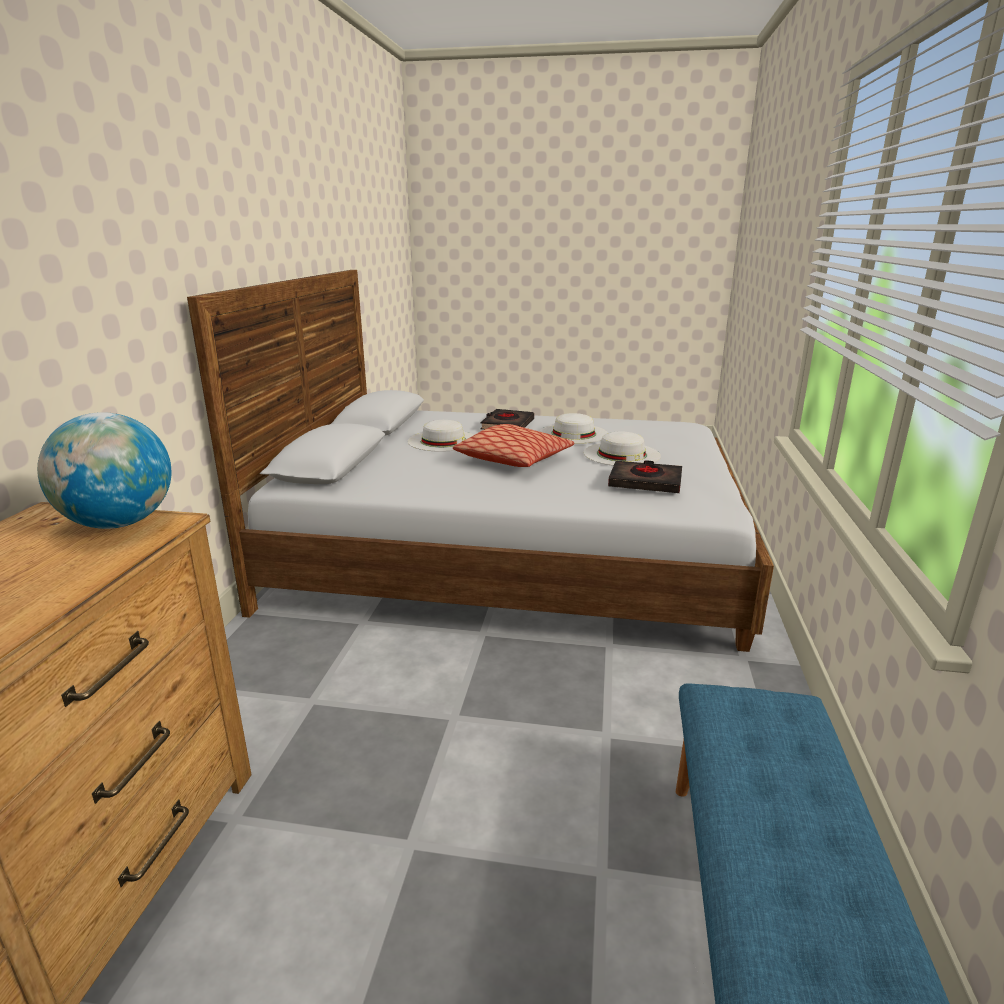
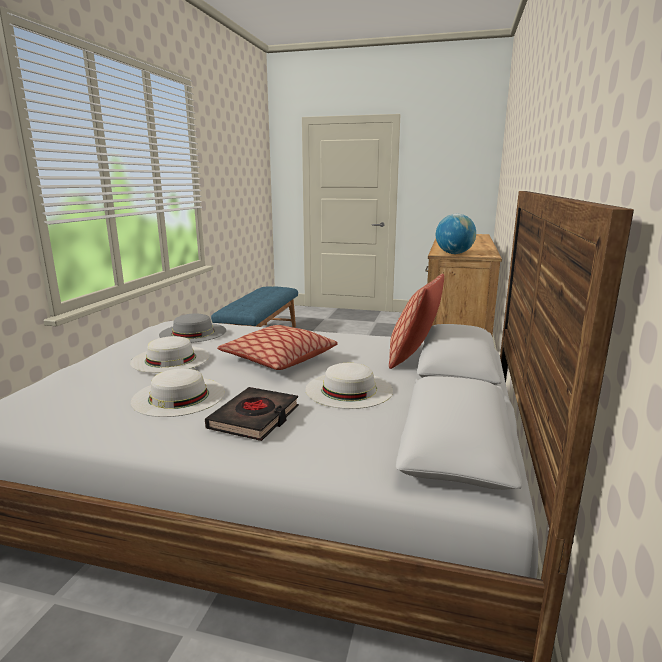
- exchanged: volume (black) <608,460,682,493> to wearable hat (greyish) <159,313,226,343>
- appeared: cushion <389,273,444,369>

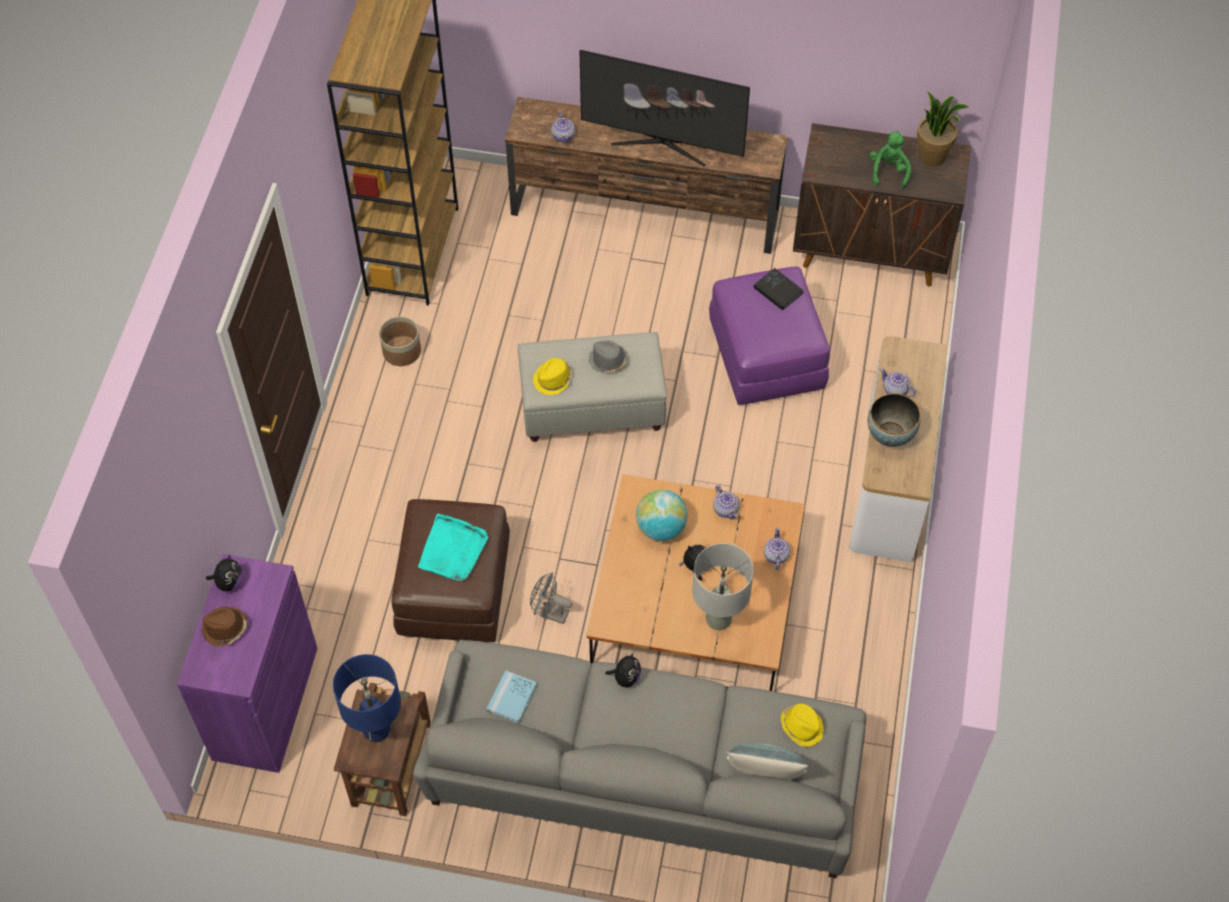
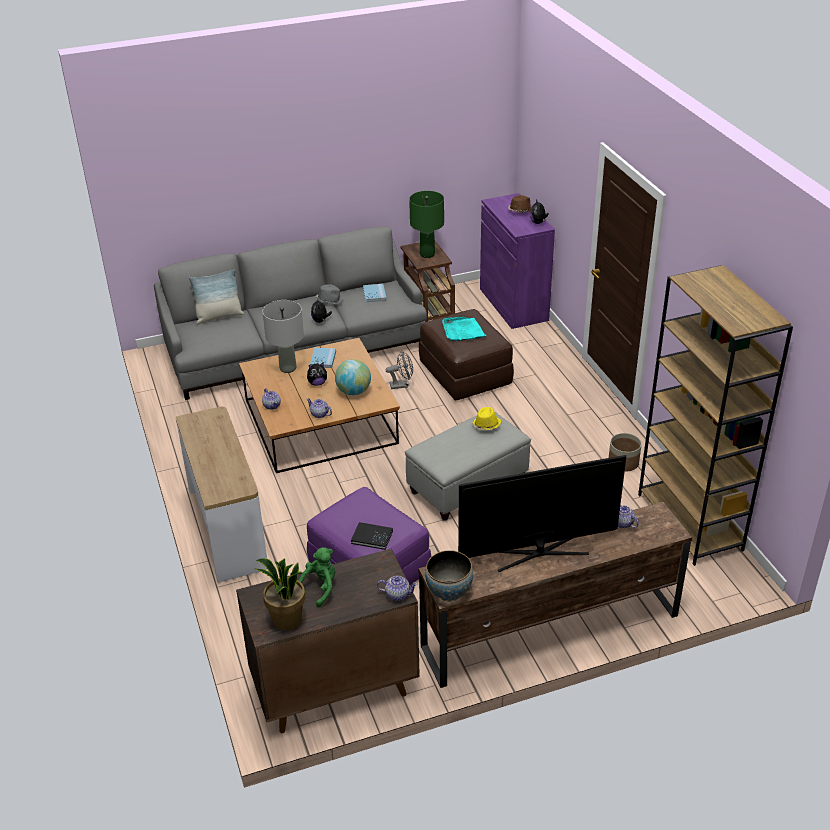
- colour: tabletop lamp (blue) <333,654,401,742> to tabletop lamp (green-coloured) <409,191,444,258>
- relocated: wearable hat (greyish) <589,340,628,373> to <316,284,343,304>
- missing: wearable hat (yellowish) <781,704,824,747>
- relocated: bowl <868,393,921,447> to <425,550,473,601>
- spun: plush toy (green-coloured) <869,131,911,189> = <299,547,335,607> 120 degrees counterclockwise
- relocated: pot for tea <880,368,916,397> to <377,576,418,601>
- appeared: volume (blue) <310,348,336,368>

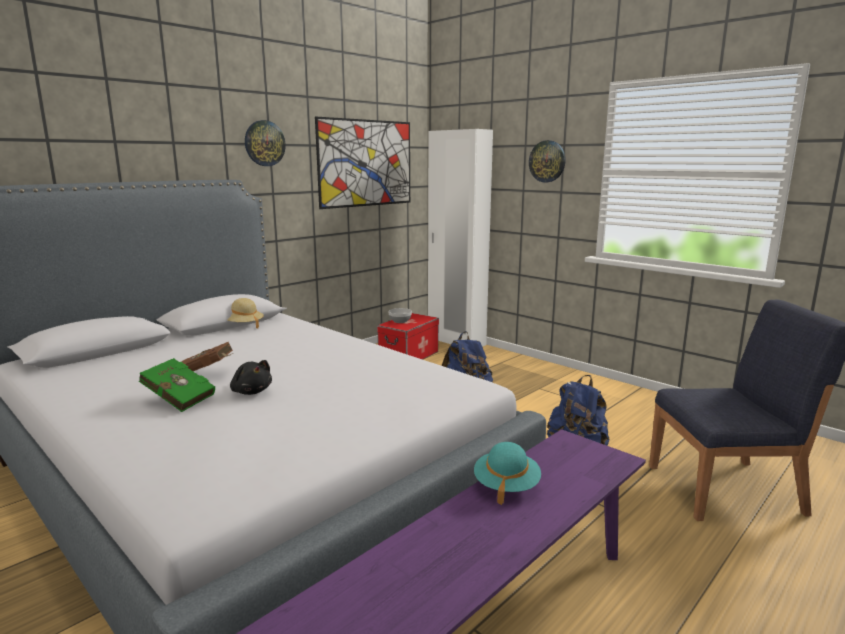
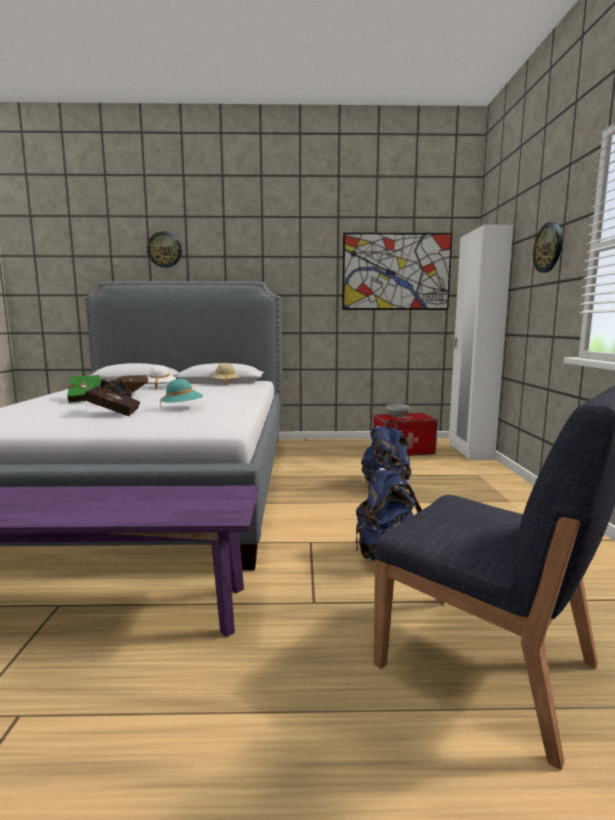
- relocated: hanging clock <245,120,286,166> to <147,232,182,268>
- relocated: wearable hat (turquoise-coloured) <474,442,541,505> to <160,379,203,409>
- appeared: volume (red-coloured) <83,386,140,416>
- appeared: wearable hat (white) <148,365,176,390>

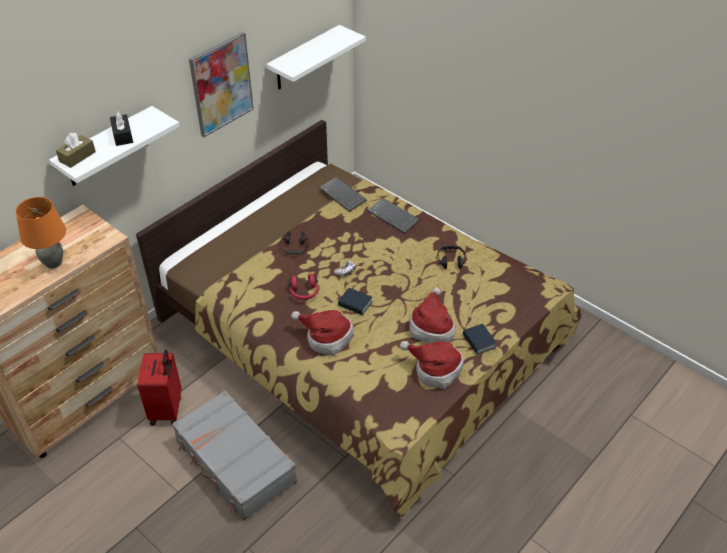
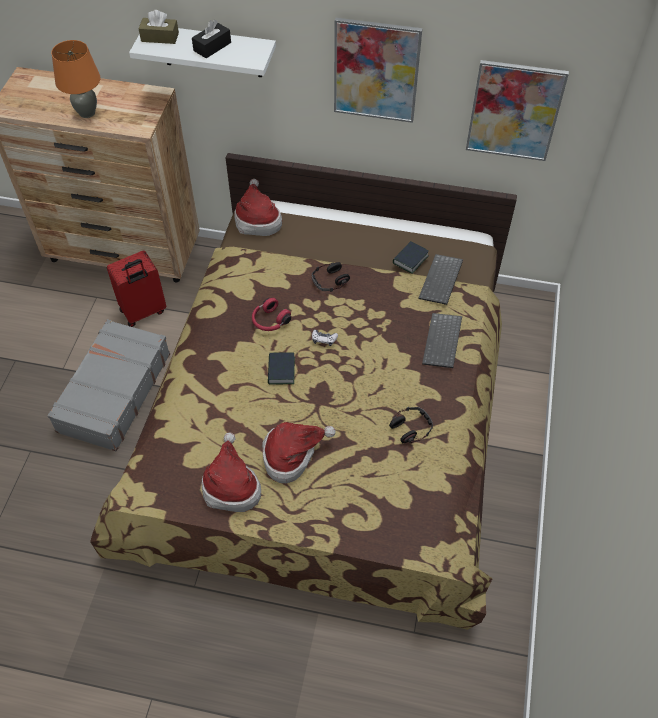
- exchanged: shelf (white) <266,25,366,89> to wall picture <466,60,569,161>
- relocated: wearable hat <291,310,353,355> to <234,179,282,236>
- relocated: volume <463,324,496,355> to <393,241,429,274>

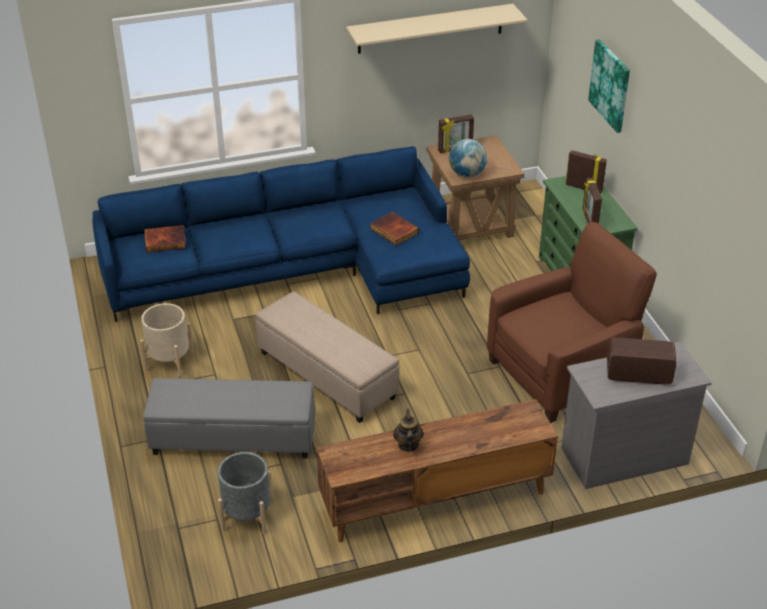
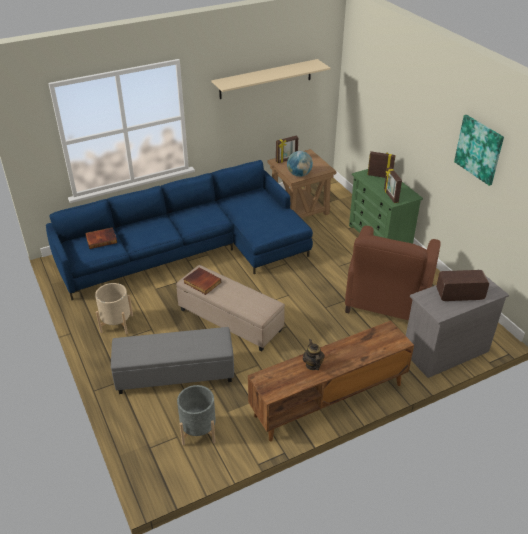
- relocated: volume <370,212,419,245> to <184,268,221,295>
- spun: easy chair (brownish) <487,222,657,423> = <345,226,441,320> 150 degrees clockwise
- relocated: wall picture <588,39,630,133> to <454,115,504,186>

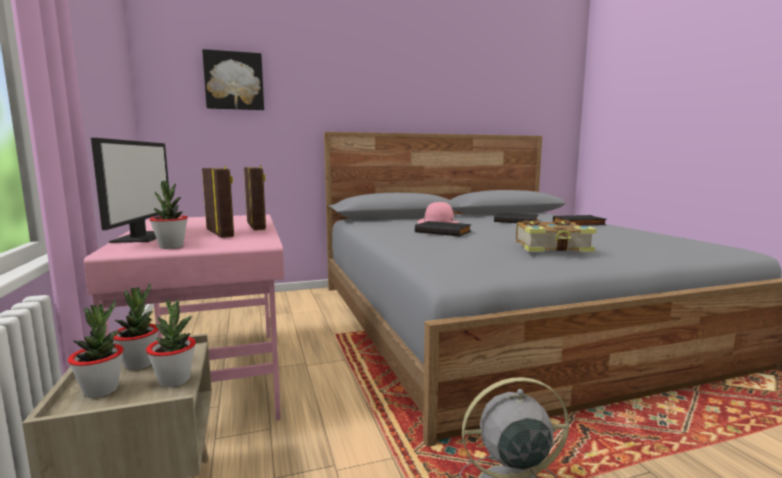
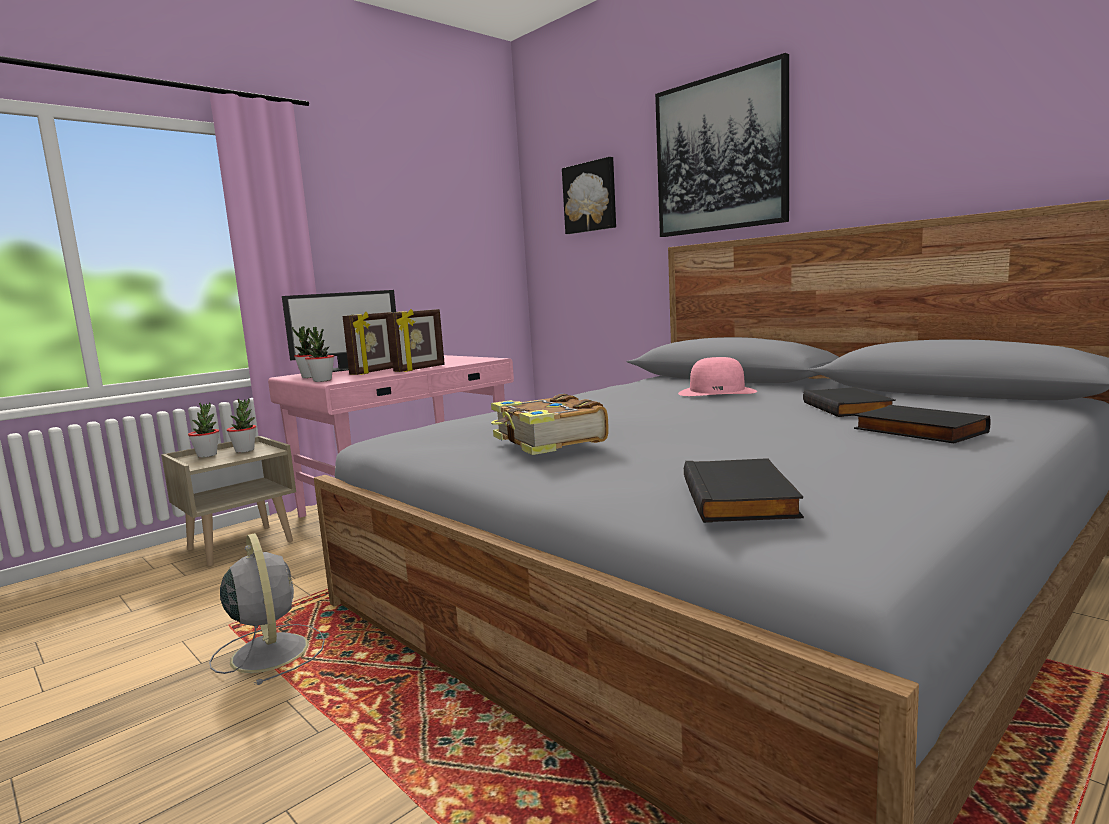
- relocated: houseplant <146,299,196,387> to <305,327,334,382>
- relocated: volume (black) <415,221,472,236> to <684,458,804,523>
- appeared: wall picture <655,53,789,237>

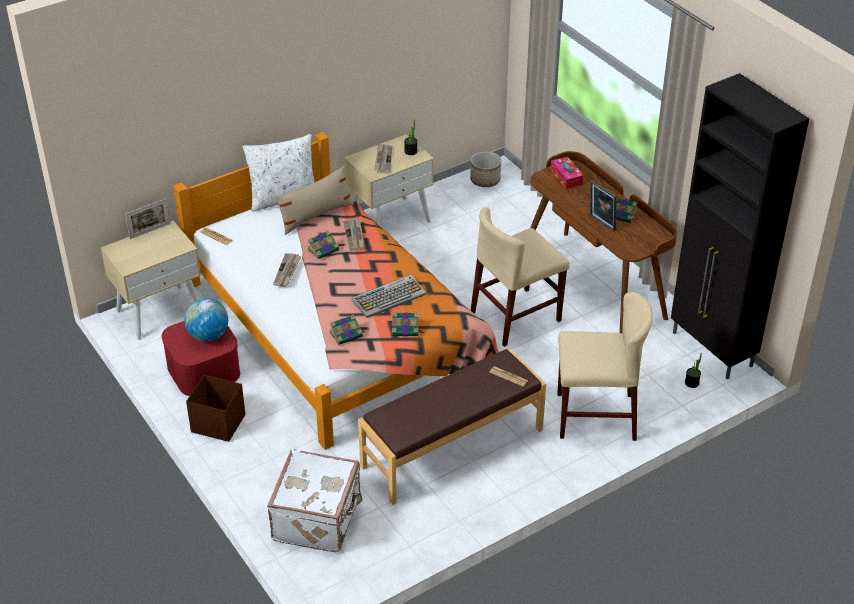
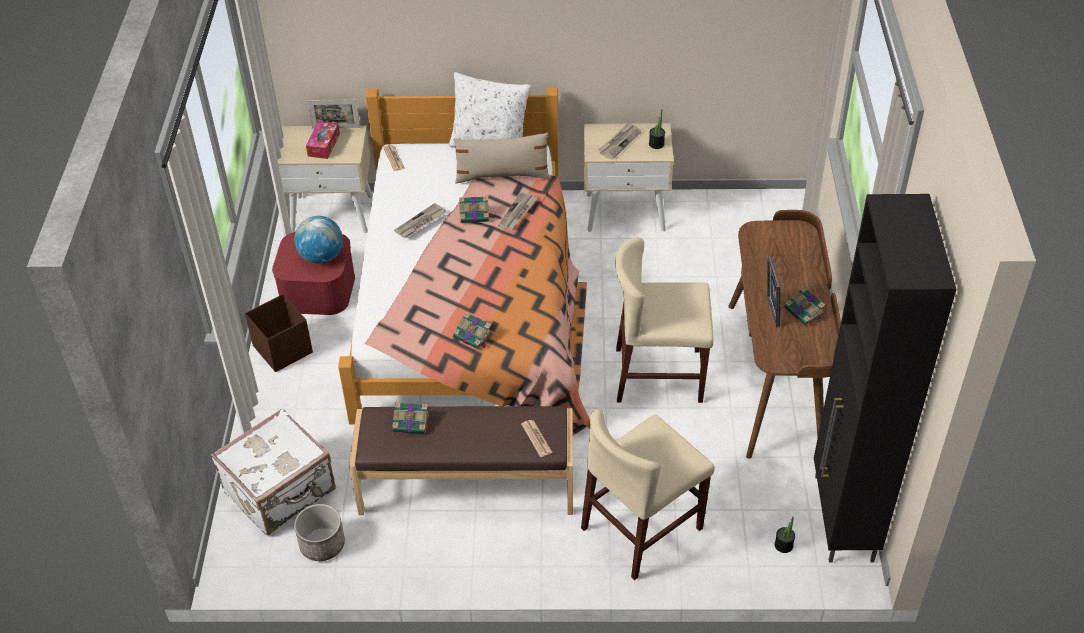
- relocated: volume <329,314,364,345> to <393,402,433,434>
- missing: computer keyboard <352,275,426,318>
- relocated: flower pot <470,151,501,187> to <294,504,345,561>
- relocated: tissue box <551,156,584,189> to <306,121,340,159>
- spun: plain chair (beige-coloured) <557,292,653,441> = <581,409,715,580> 105 degrees clockwise

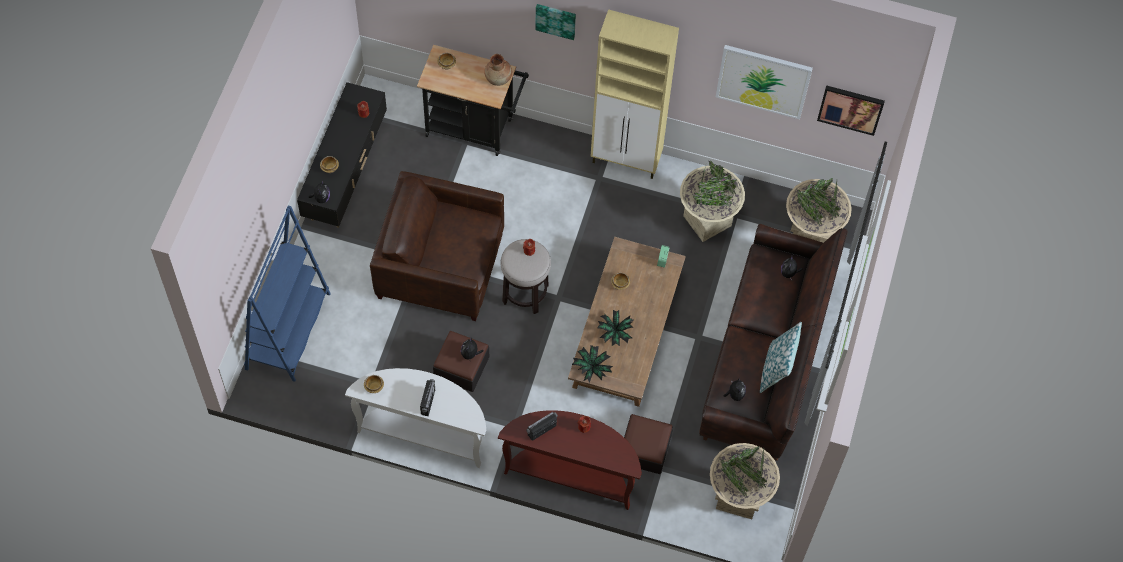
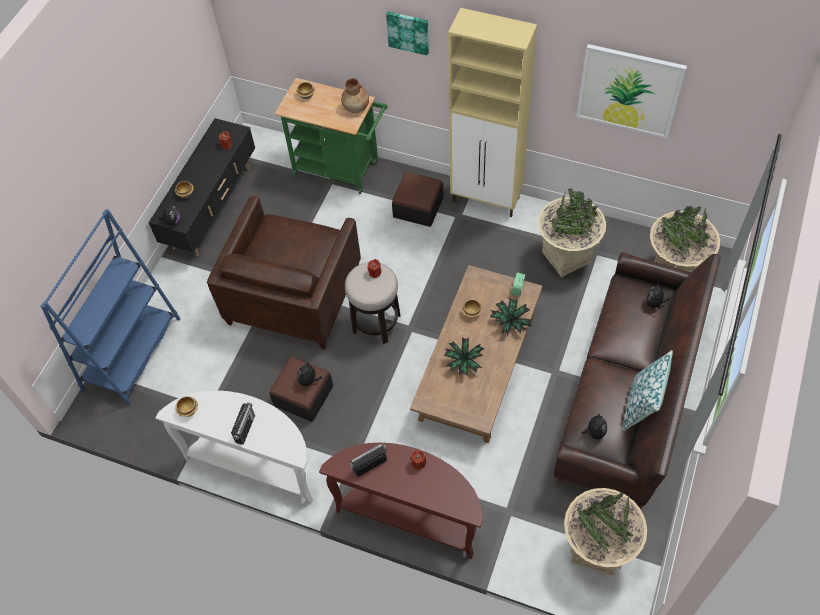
- spun: easy chair (brownish) <370,171,504,321> = <207,196,361,349> 90 degrees counterclockwise
- colour: trolley (black) <417,45,529,156> to trolley (green-coloured) <275,78,388,194>
- relocated: houseplant <572,345,613,383> to <490,298,532,336>
- relocated: ottoman <624,414,673,474> to <392,172,443,227>
- missing: wall picture <817,85,885,136>

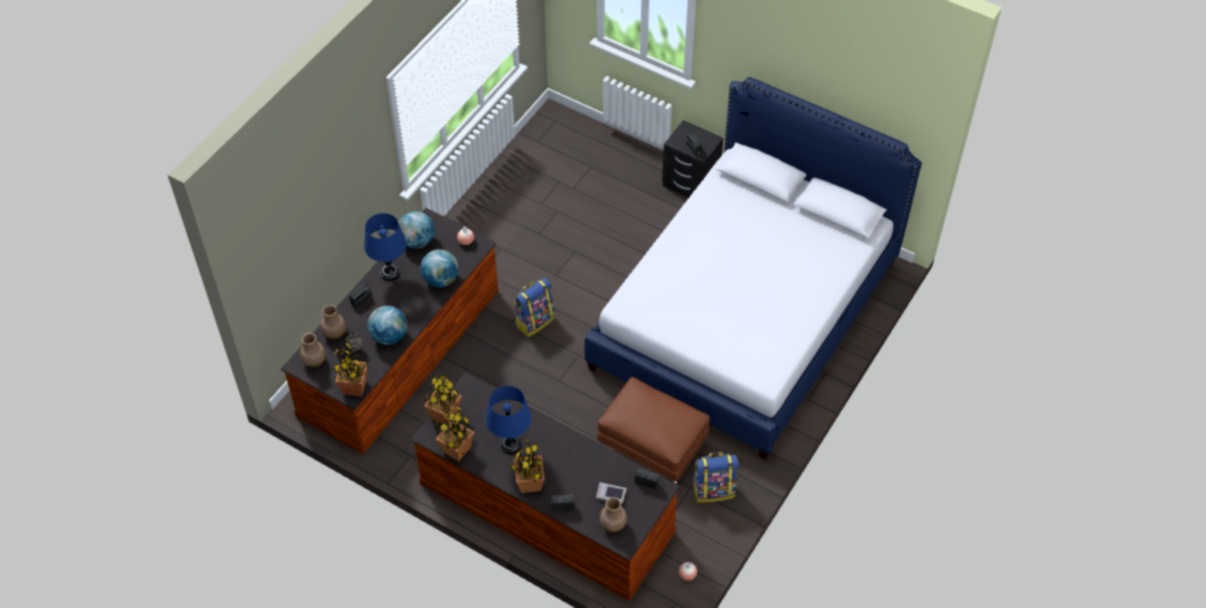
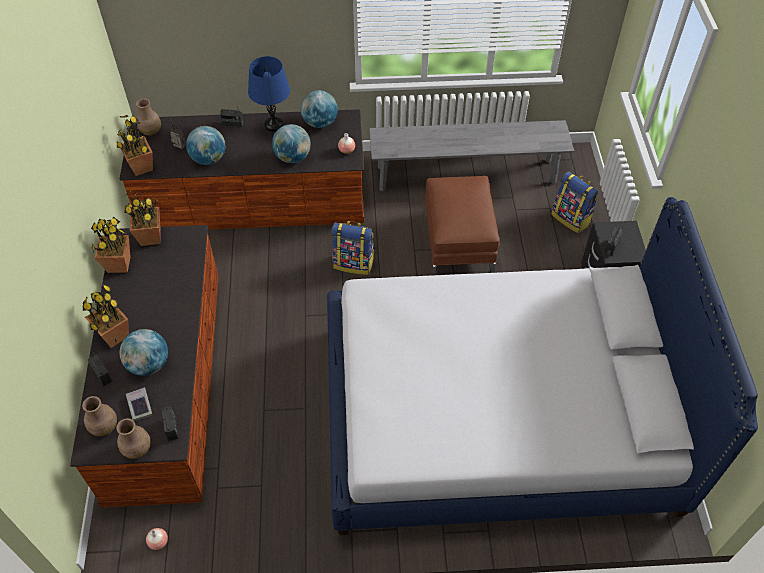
- relocated: flower vase (brownish) <321,305,346,339> to <117,418,151,459>
- missing: tabletop lamp (blue) <486,386,532,454>
- relocated: ottoman (brownish) <597,377,710,484> to <425,176,499,275>
- relocated: backpack <693,452,739,503> to <551,172,598,233>
- appeared: desk globe <120,329,168,376>
- appeared: long seat (greyish) <369,120,574,191>

